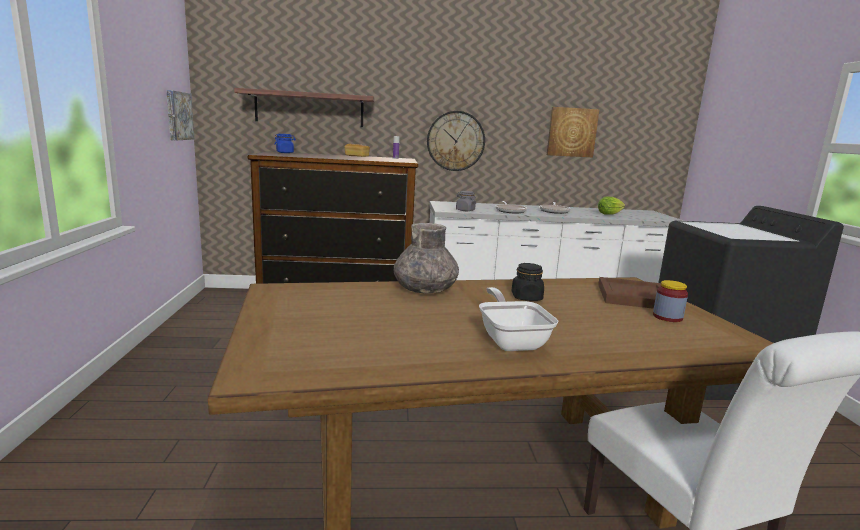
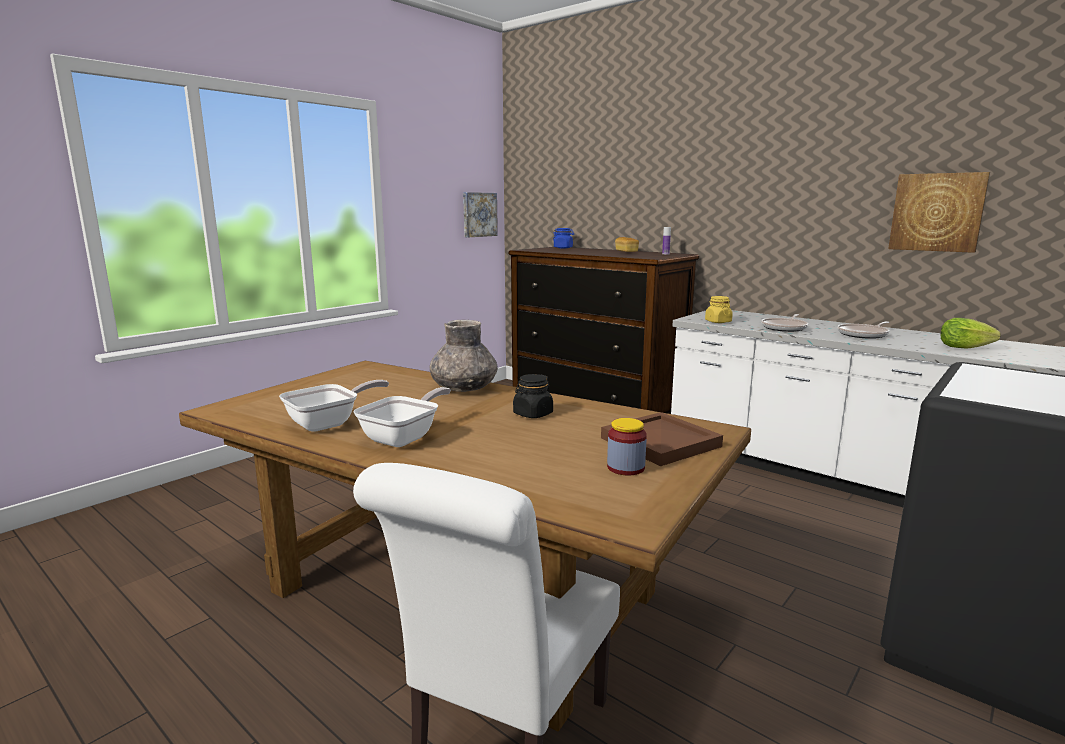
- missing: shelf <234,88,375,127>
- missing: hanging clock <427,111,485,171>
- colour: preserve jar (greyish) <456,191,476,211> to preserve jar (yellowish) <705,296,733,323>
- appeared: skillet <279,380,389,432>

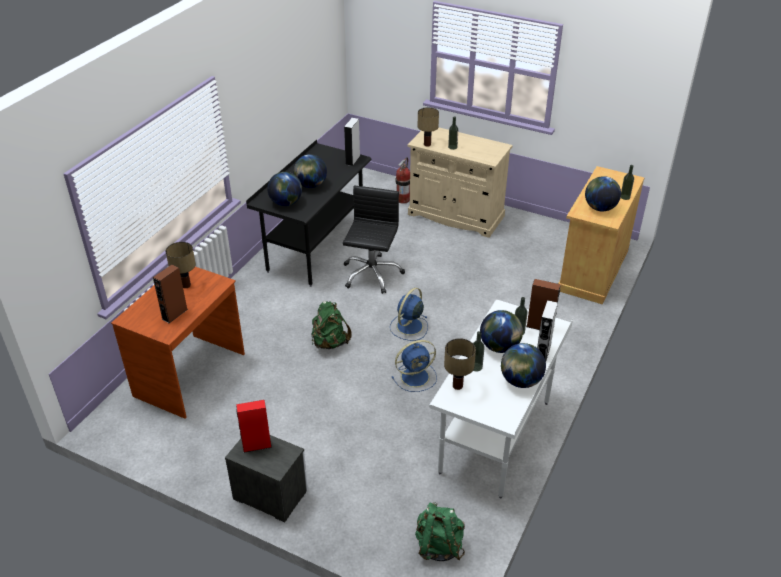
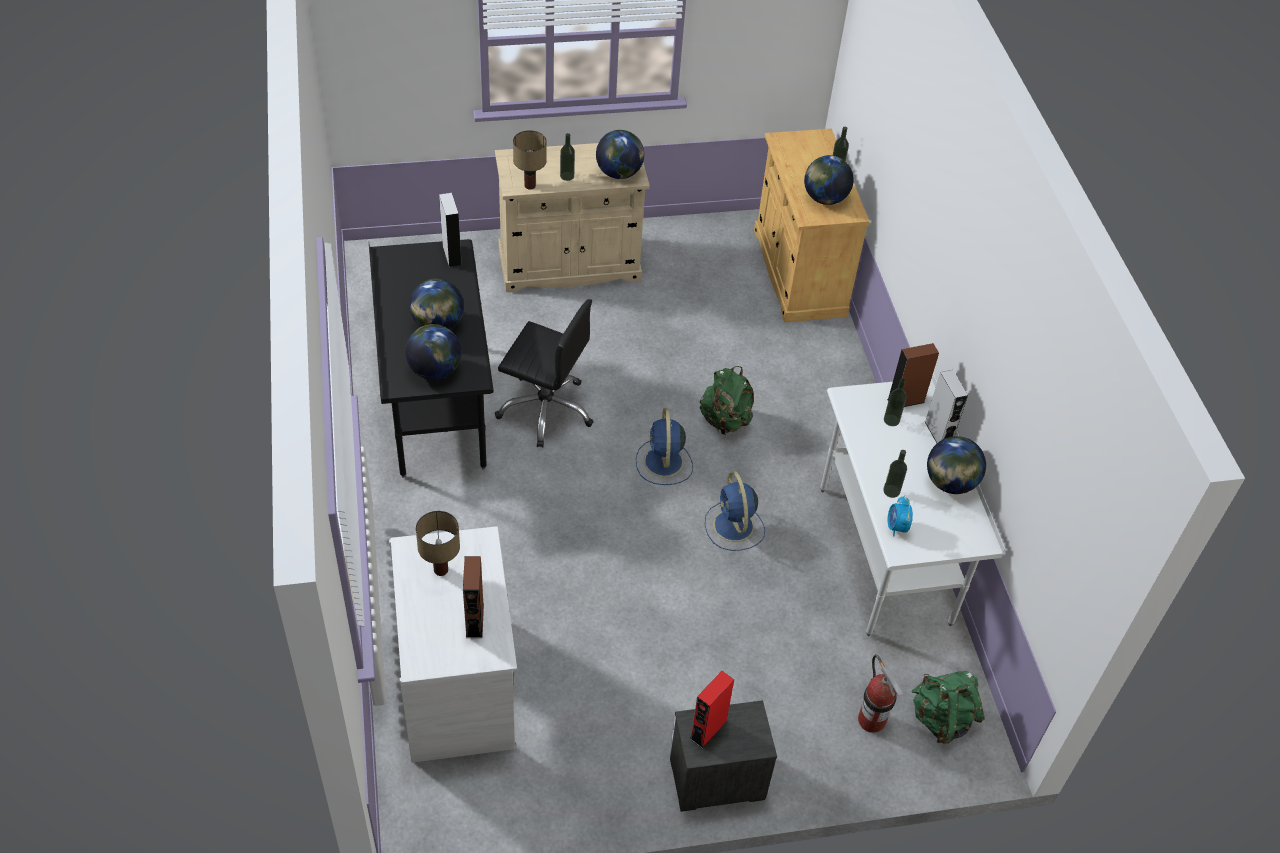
- colour: desk (brownish) <111,267,245,419> to desk (white) <389,526,517,763>
- relocated: backpack (green-coloured) <311,301,352,349> to <700,366,754,435>
- spun: desk chair (black) <343,186,405,294> = <495,299,594,448> 135 degrees clockwise
- spun: cooling fan (blue) <391,340,437,392> = <705,471,765,551> 135 degrees clockwise
- relocated: extinguisher <396,157,410,204> to <858,655,903,733>
- exchanged: tabletop lamp <444,338,476,390> to table clock <888,495,913,537>
- relocated: desk globe <480,310,523,353> to <596,130,644,179>

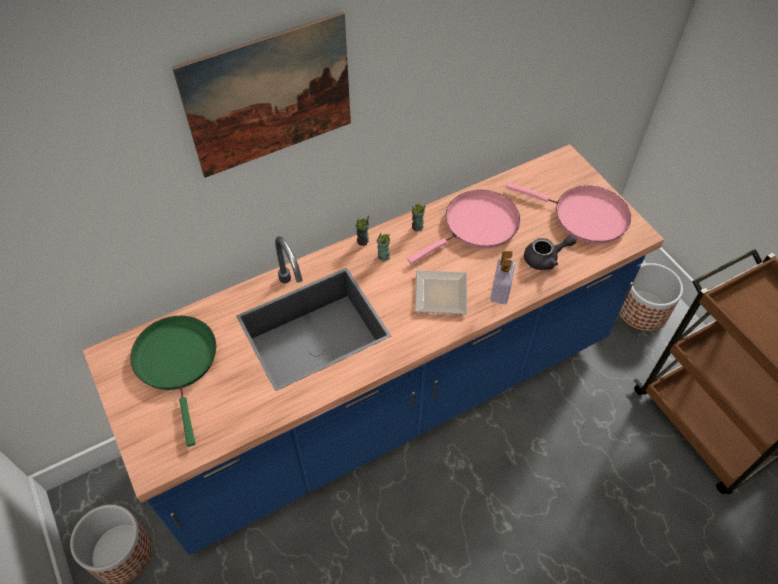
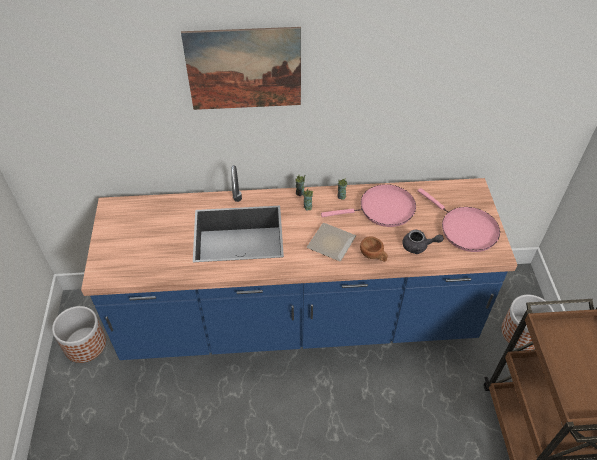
- missing: skillet (green-coloured) <130,316,216,447>
- exchanged: soap dispenser <490,251,515,305> to cup (brownish) <360,236,388,262>

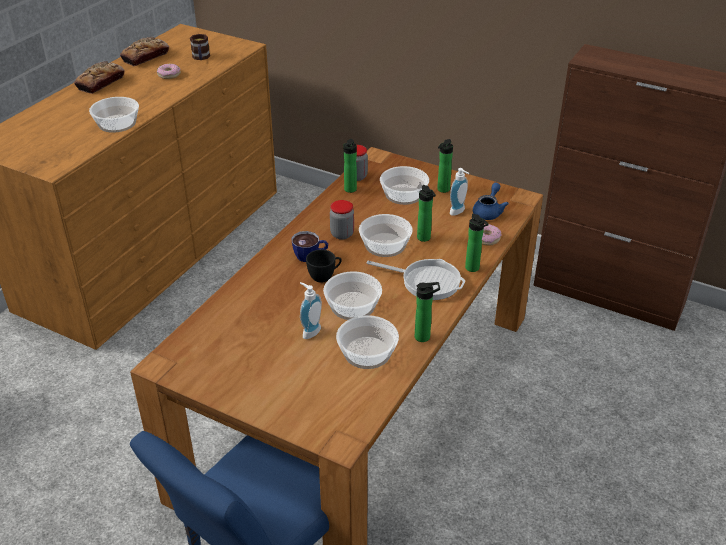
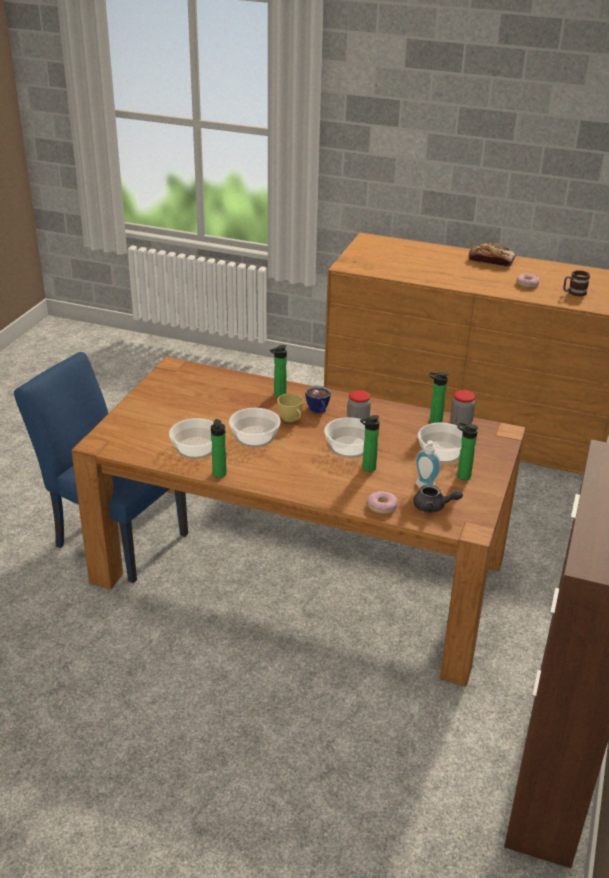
- missing: bowl <89,97,139,133>
- missing: bakery bread <120,37,169,66>
- missing: soap dispenser <300,282,322,339>
- colour: cup (black) <306,249,342,283> to cup (yellowish) <277,393,303,422>
- missing: skillet <367,259,465,300>
- relocated: beverage bottle <465,214,489,272> to <270,345,287,397>
- colour: pot for tea (blue) <473,183,509,220> to pot for tea (greyish) <413,484,463,513>

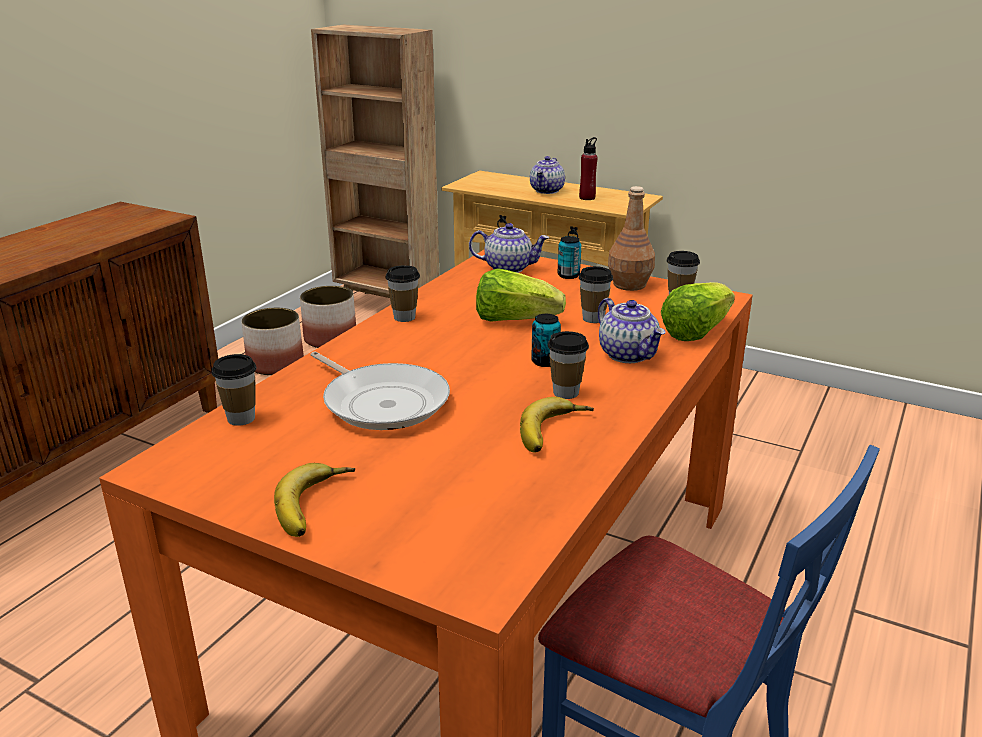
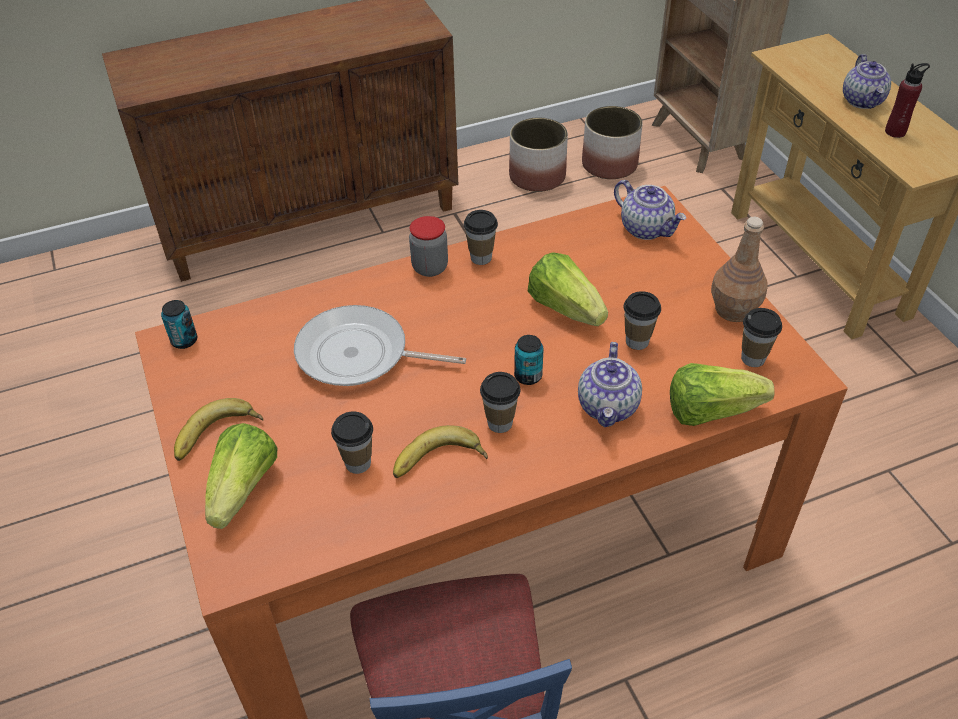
- relocated: cup <212,354,257,426> to <331,411,373,474>
- spun: skillet <310,351,450,430> = <294,305,466,386> 105 degrees clockwise
- spun: pot for tea <530,156,565,194> = <843,54,891,109> 60 degrees counterclockwise
- relocated: sealed can <557,236,581,279> to <161,300,197,349>
- appeared: lettuce head <205,423,277,529>
- appeared: preserve jar <409,216,448,277>

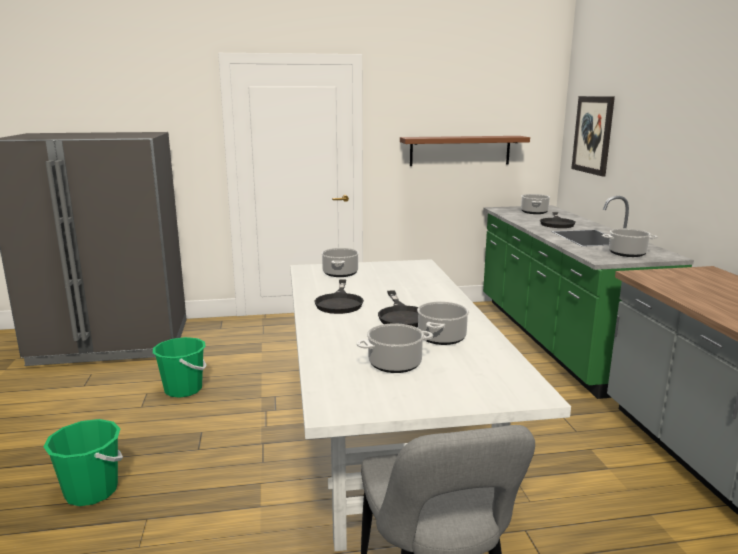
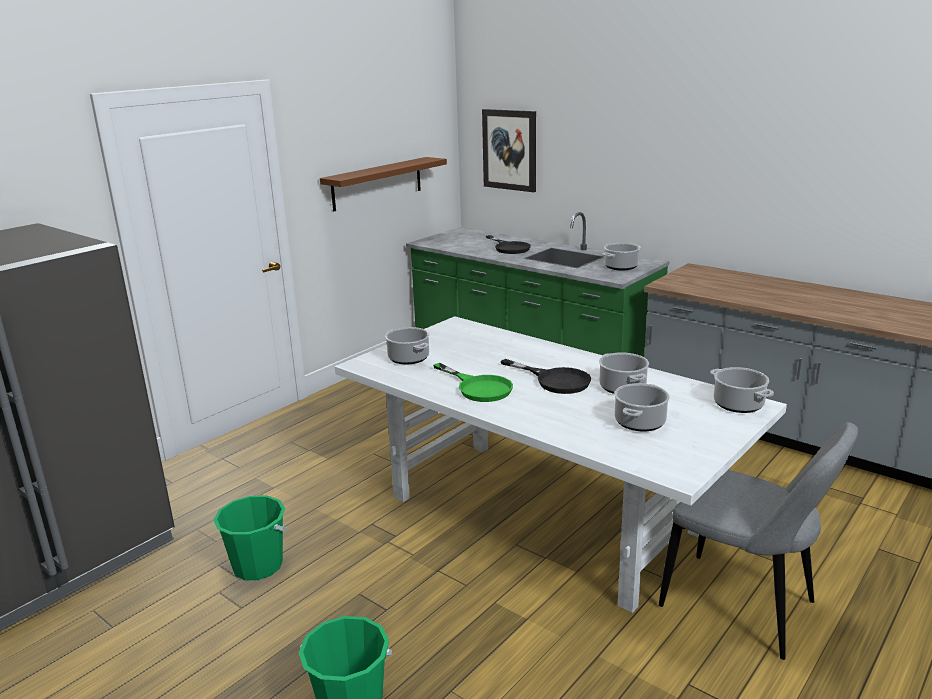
- colour: skillet (black) <315,279,364,314> to skillet (green-coloured) <433,363,513,402>
- relocated: cooking pot <521,194,550,214> to <710,367,774,413>

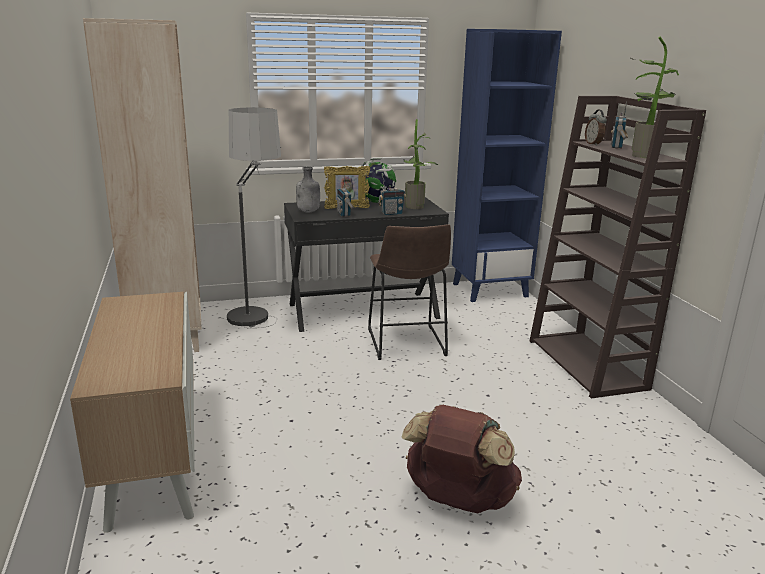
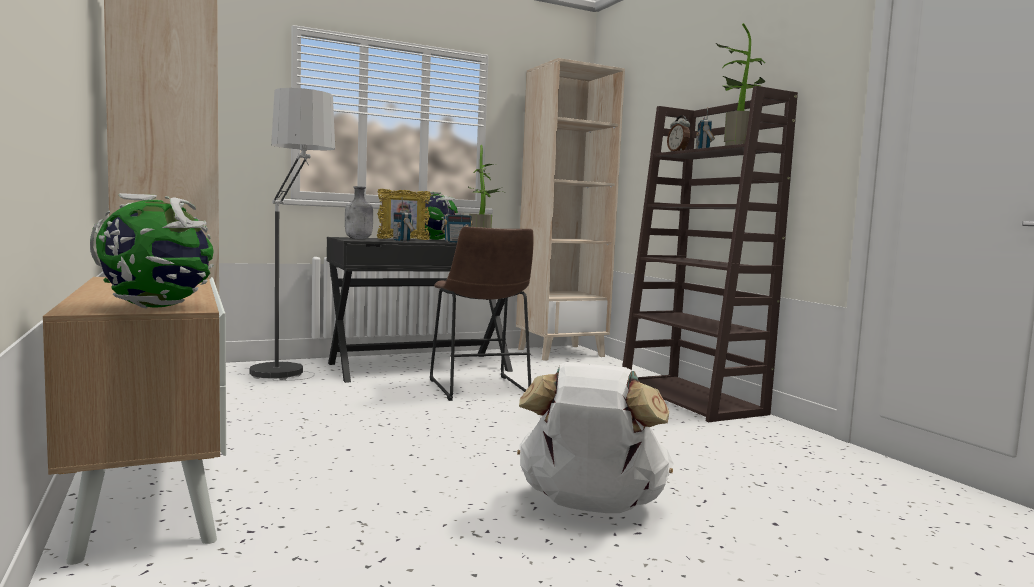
- colour: backpack (brownish) <402,405,522,513> to backpack (white) <517,362,674,513>
- colour: bookshelf (blue) <452,29,562,302> to bookshelf (beige-coloured) <516,58,625,361>
- appeared: desk globe <90,193,214,309>

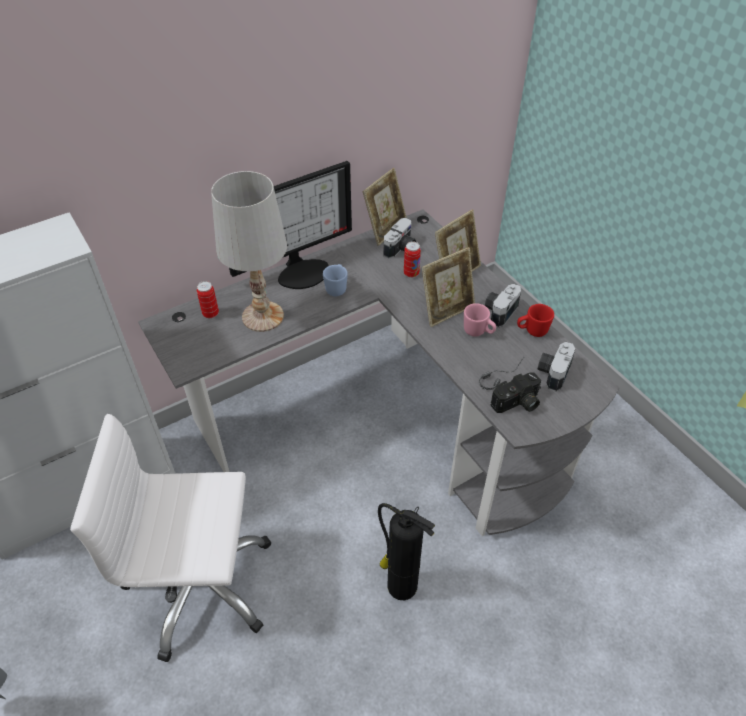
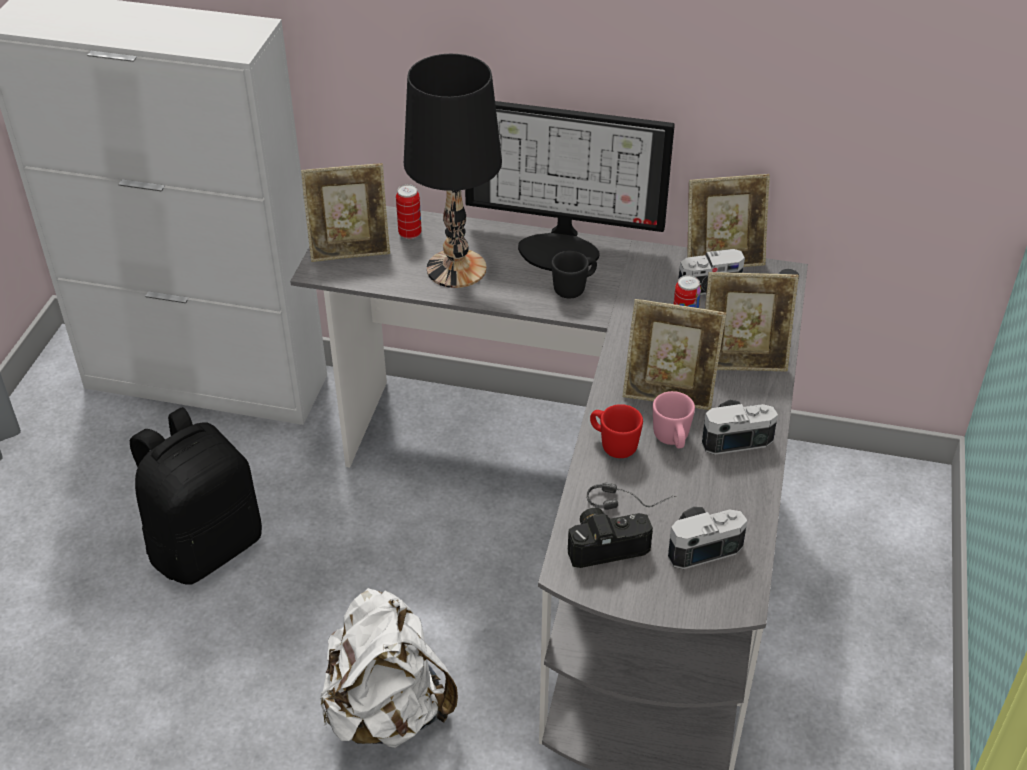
- exchanged: desk chair (white) <70,414,271,662> to backpack (black) <130,407,262,585>
- colour: tabletop lamp (white) <211,171,287,332> to tabletop lamp (black) <404,54,502,288>
- colour: coffee mug (blue) <323,264,348,296> to coffee mug (black) <551,251,597,299>
- exchanged: extinguisher <378,503,435,600> to backpack (white) <320,588,458,748>
- spun: photo camera <490,372,541,413> = <568,508,653,568> 150 degrees clockwise
- relocated: coffee mug (red-coloured) <517,304,554,337> to <590,404,643,458>
- appeared: photo frame <301,163,390,262>

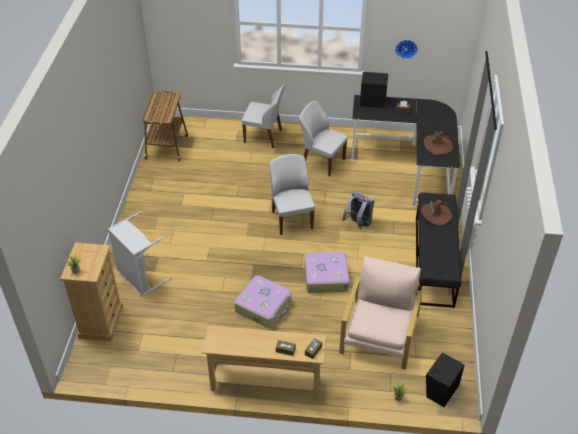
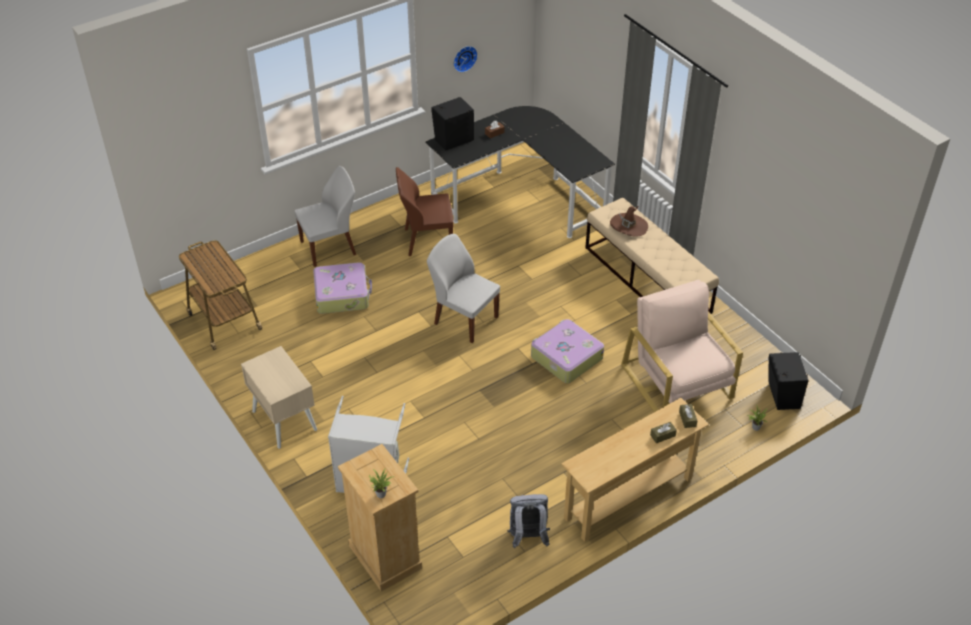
- relocated: suitcase <234,275,291,328> to <313,262,372,314>
- colour: plain chair (white) <299,101,348,176> to plain chair (brownish) <396,167,454,256>
- relocated: backpack (greyish) <342,192,374,230> to <507,494,550,548>
- colour: long seat (black) <416,192,461,308> to long seat (beige-coloured) <585,198,719,314>
- missing: wearable hat (brownish) <424,131,453,155>
- appeared: nightstand (beige-coloured) <241,346,317,449>

